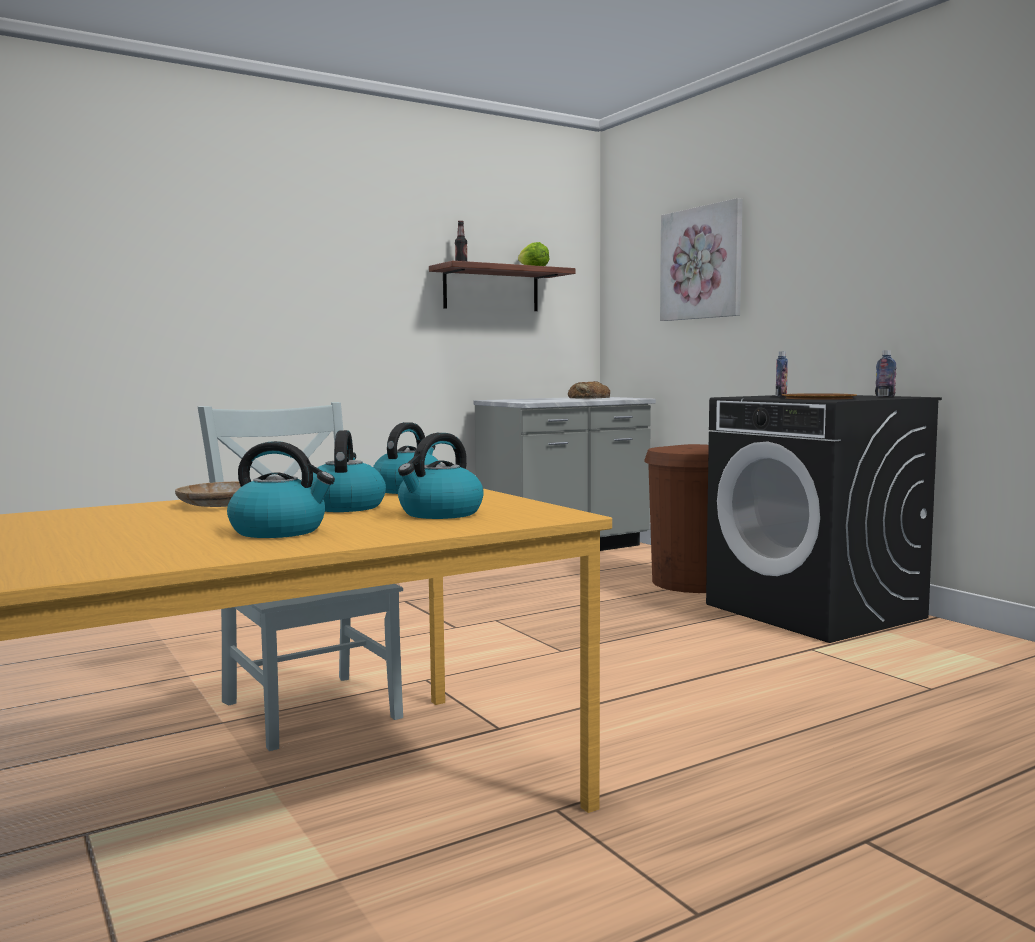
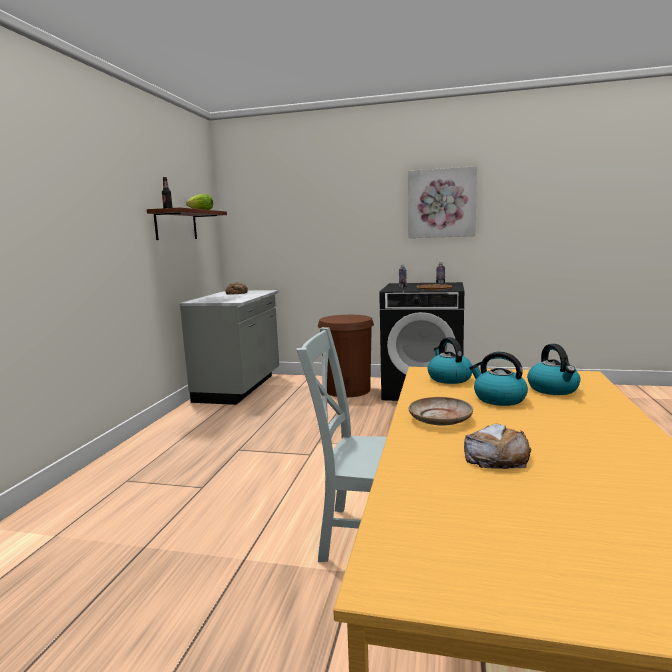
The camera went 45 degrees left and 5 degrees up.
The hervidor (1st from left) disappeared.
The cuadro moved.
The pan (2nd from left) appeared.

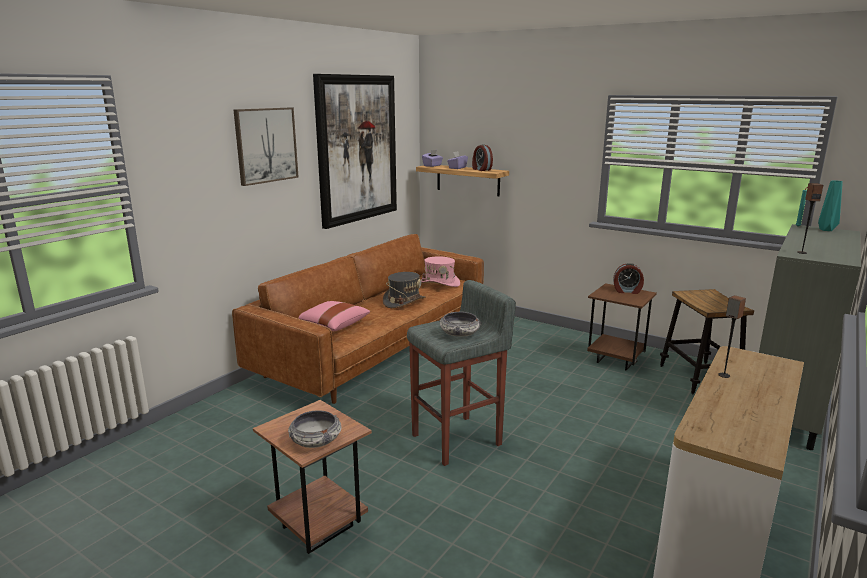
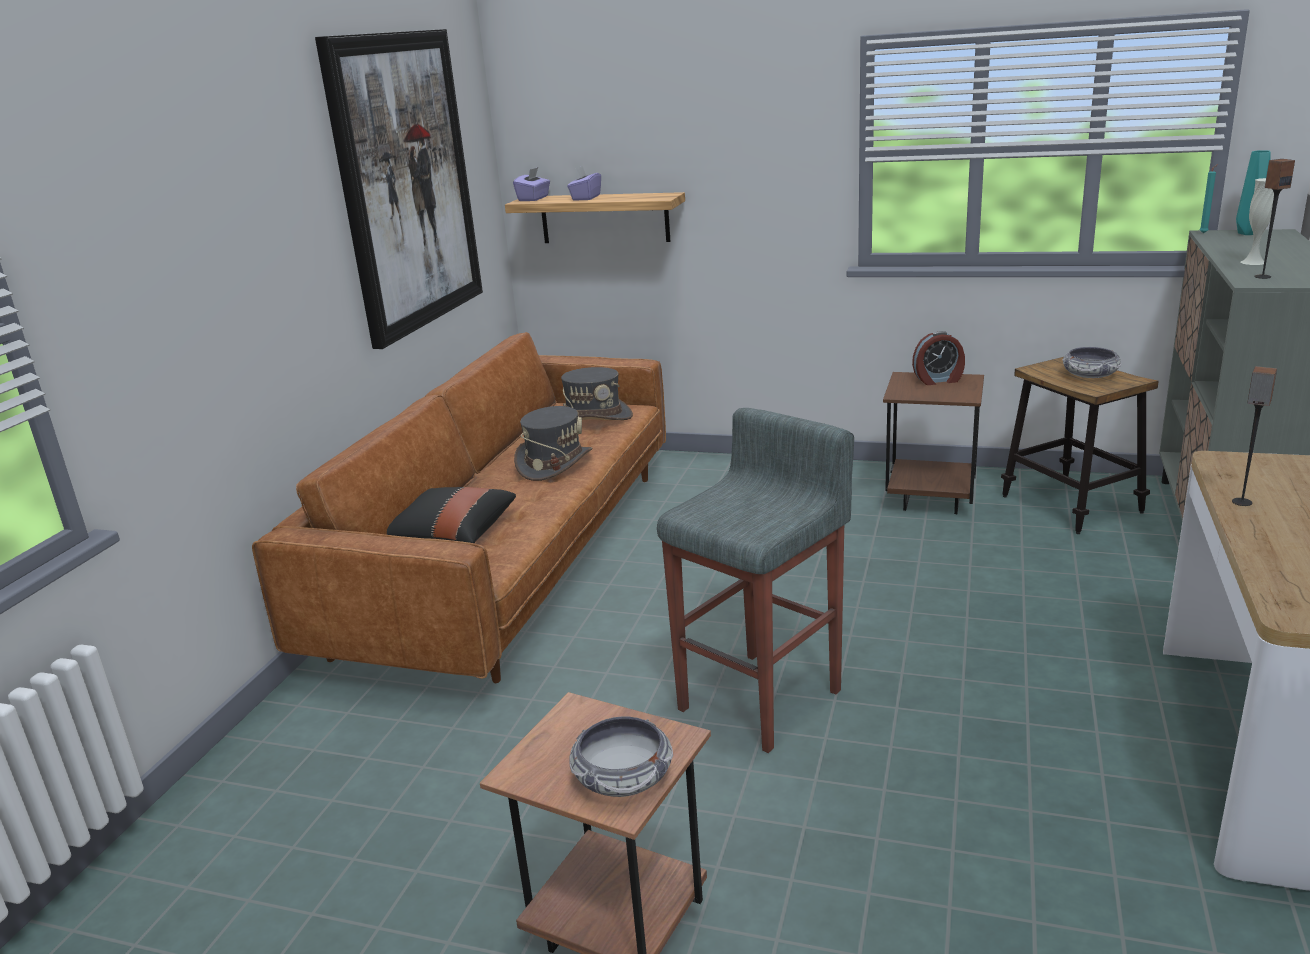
The camera went 15 degrees left and 5 degrees up.
The cuadro (1st from left) disappeared.
The cojín [rosa] became the cojín [negro].
The sombrero [rosa] became the sombrero [gris] (2nd from left).
The cuenco (2nd from left) moved.
The despertador (1st from left) disappeared.
The florero [blanco] appeared.

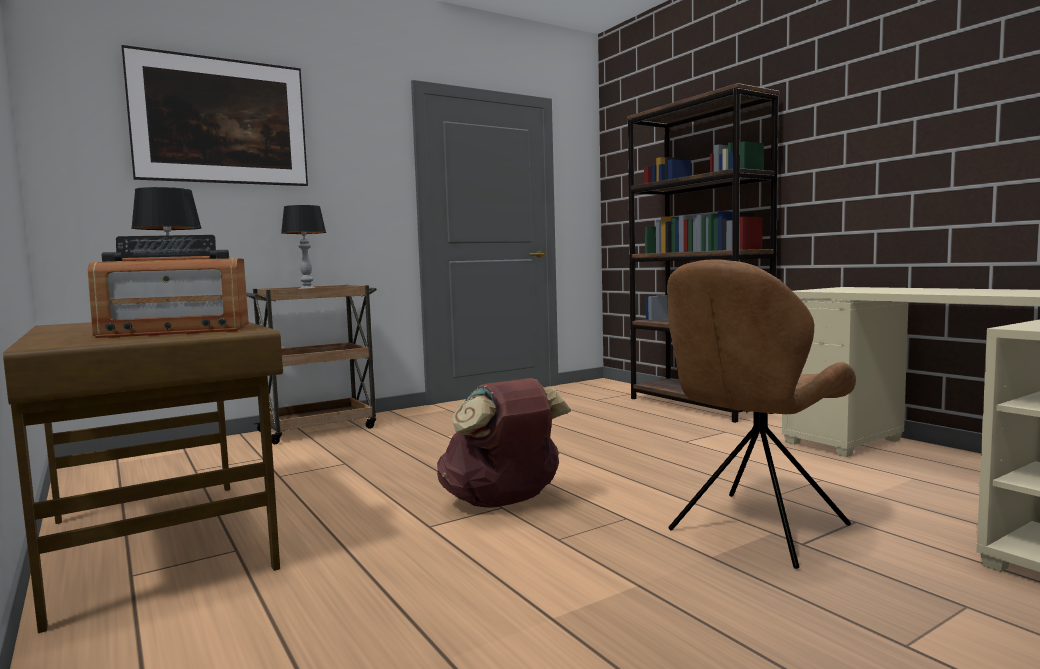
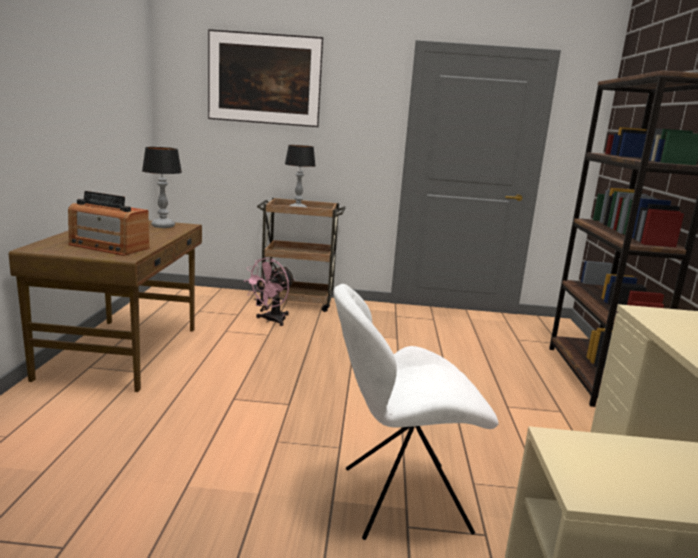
The camera went 35 degrees right and 10 degrees up.
The mochila [marrón] disappeared.
The silla [marrón] became the silla [blanco].
The ventilador [rosa] appeared.

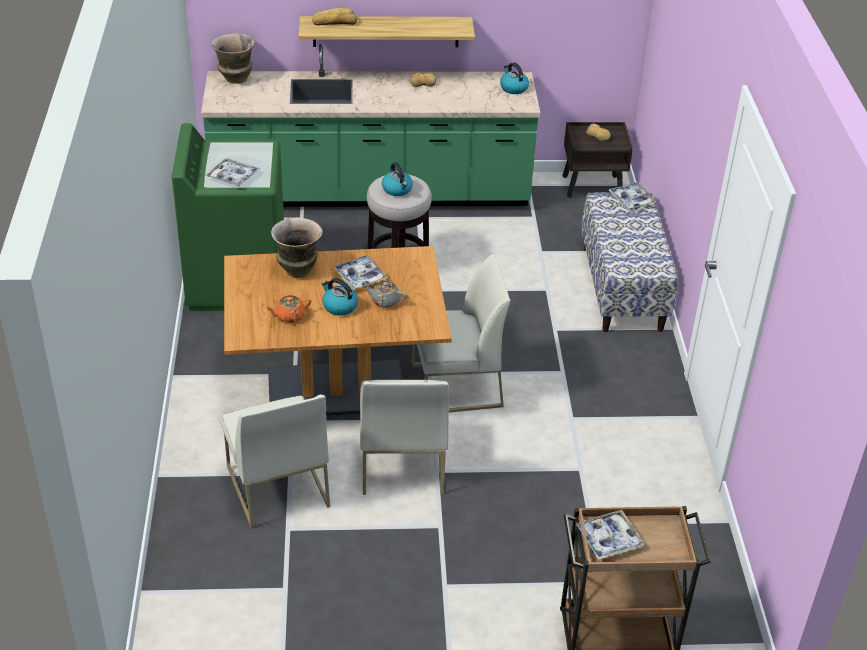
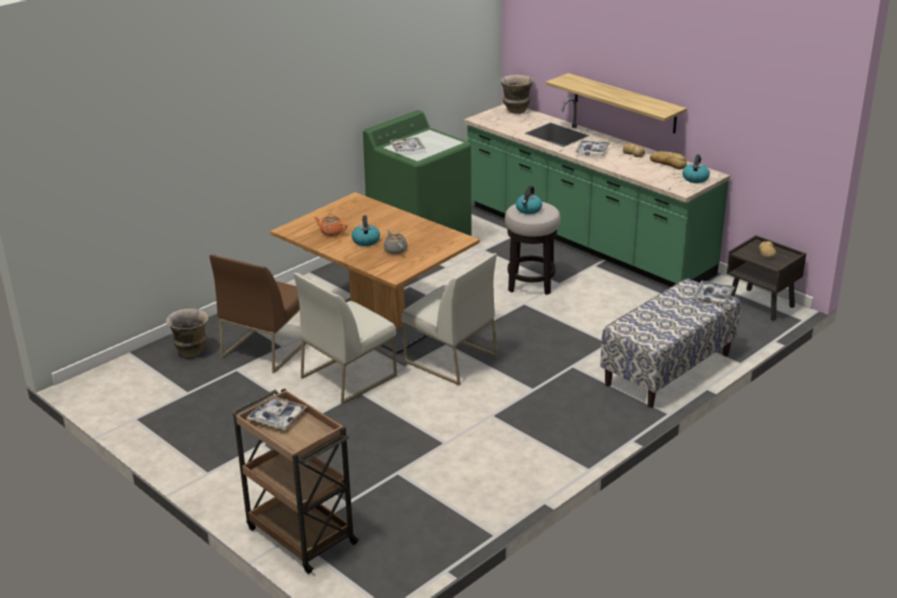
The camera went 50 degrees right and 10 degrees down.
The silla [blanco] (1st from left) became the silla [marrón].
The florero (2nd from left in the first image) moved.
The pan (1st from left in the first image) moved.
The bandeja (2nd from left in the first image) moved.

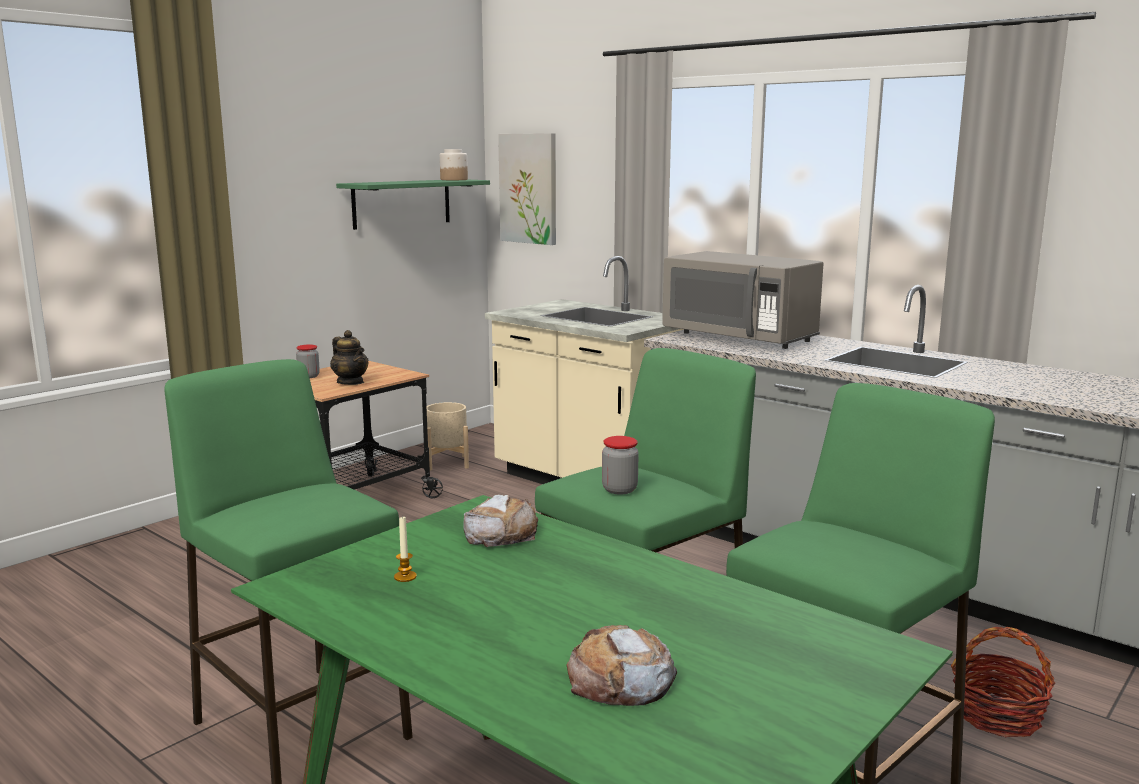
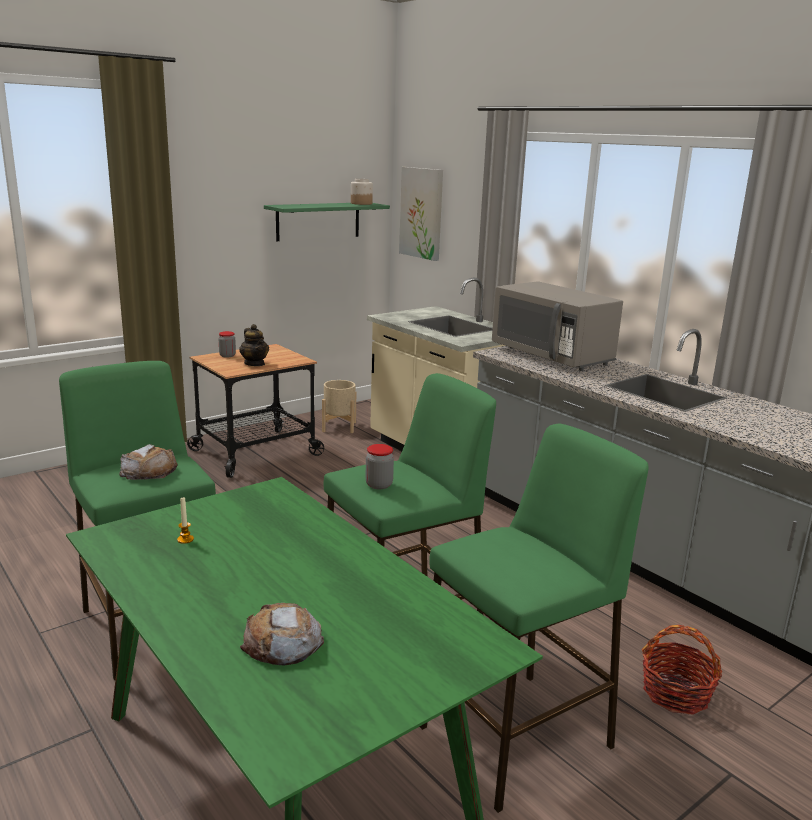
The camera went 10 degrees right and 5 degrees up.
The pan (1st from left) moved.

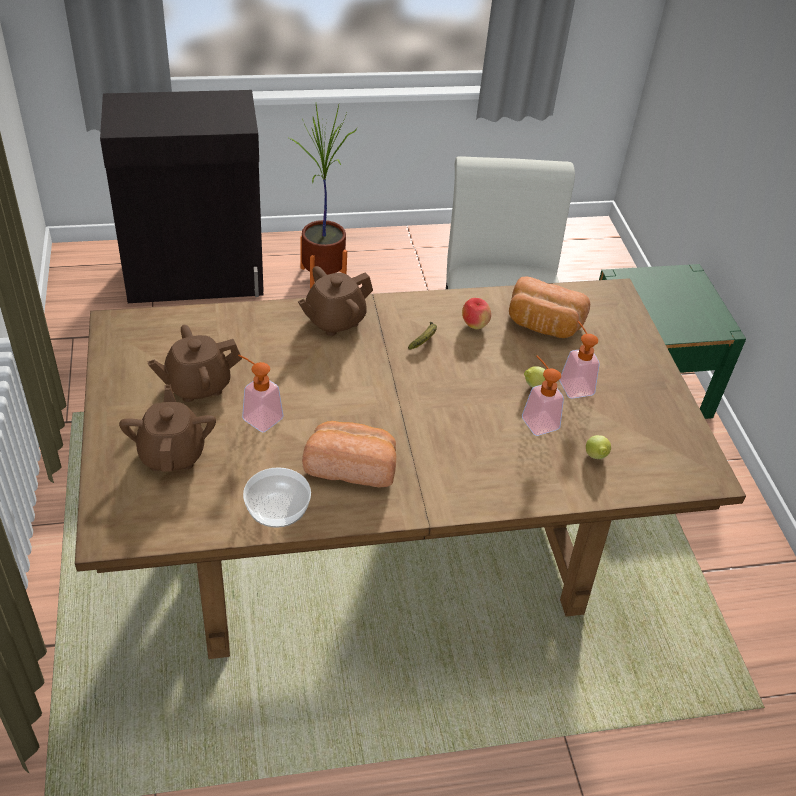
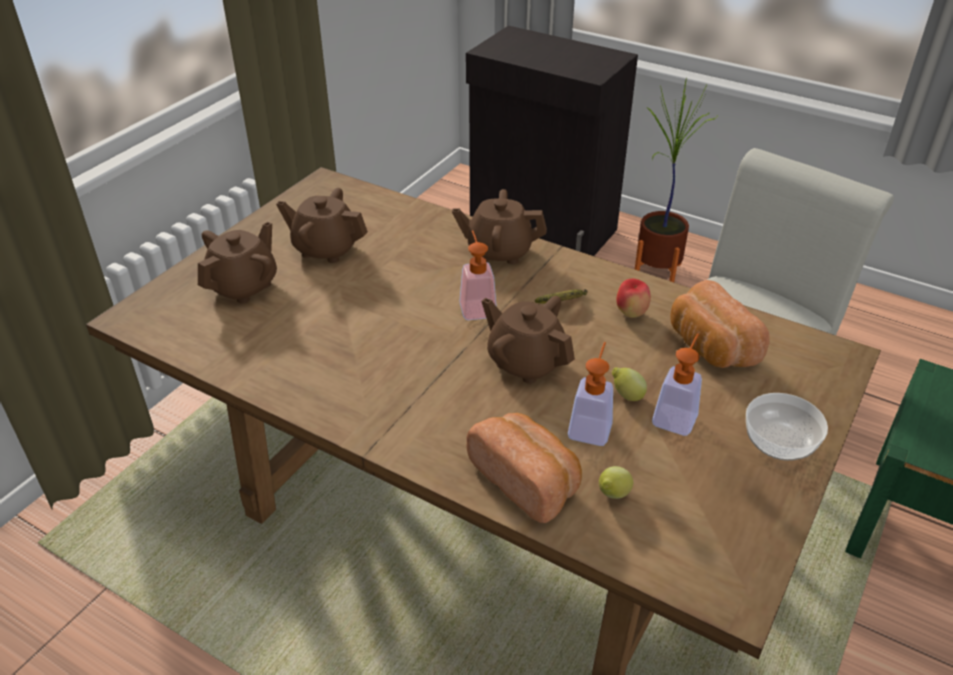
The camera went 45 degrees right and 5 degrees down.
The dispensador de jabón (1st from left) moved.
The cuenco moved.
The pan (1st from left) moved.
The tetera [marrón] (4th from left) appeared.

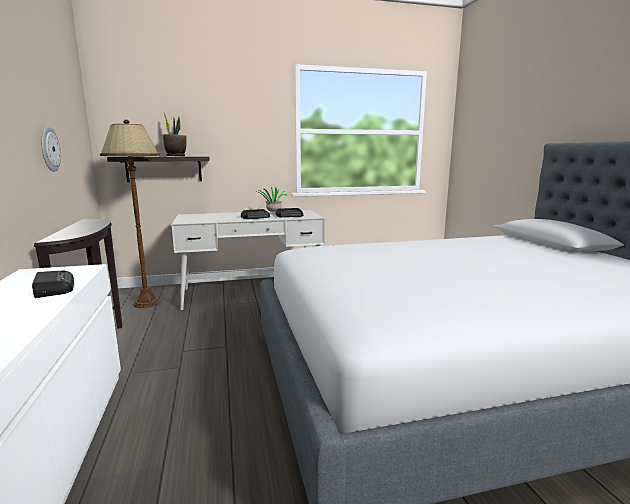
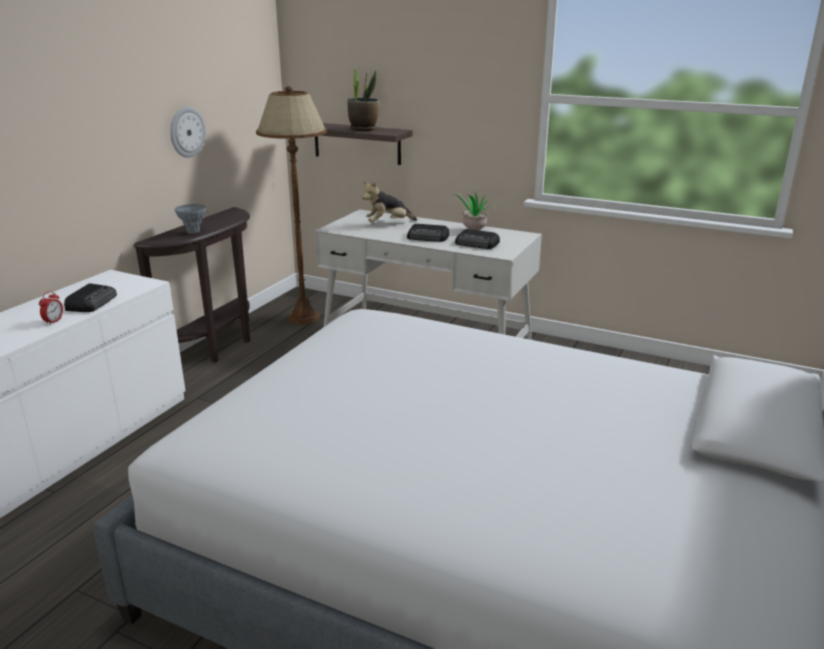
The camera went 40 degrees right and 10 degrees up.
The despertador appeared.
The florero [gris] appeared.
The peluche appeared.

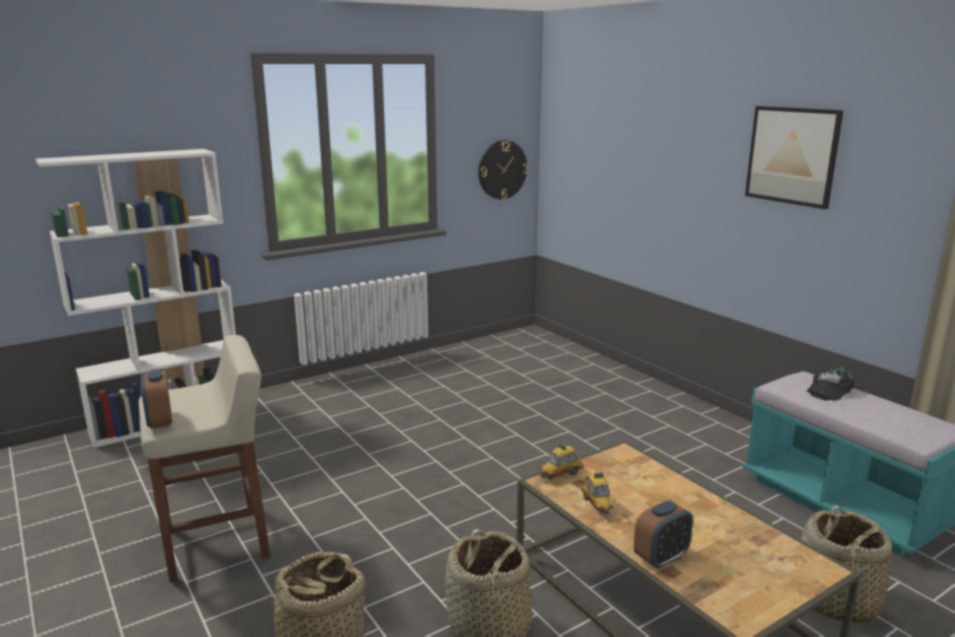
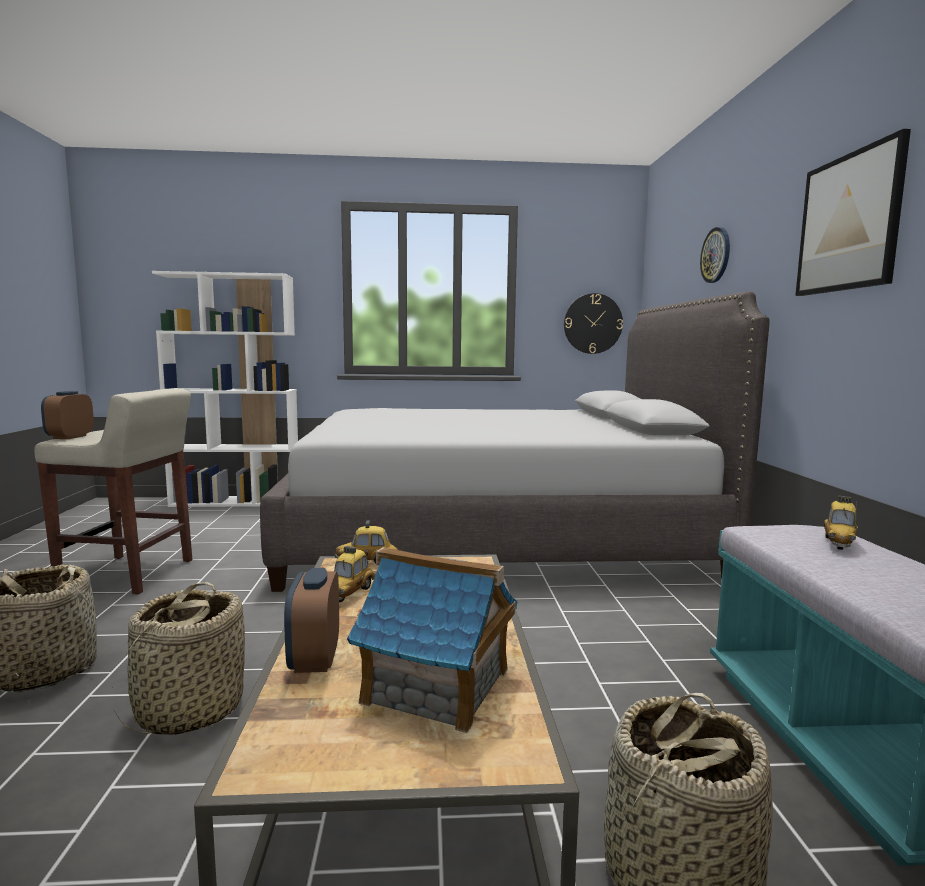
The camera went 30 degrees right and 10 degrees down.
The despertador (2nd from left) turned 90 degrees clockwise.
The gorra [negro] was replaced by the coche de juguete (3rd from left).
The cama [gris] appeared.
The casita appeared.
The reloj de pared (2nd from left) appeared.

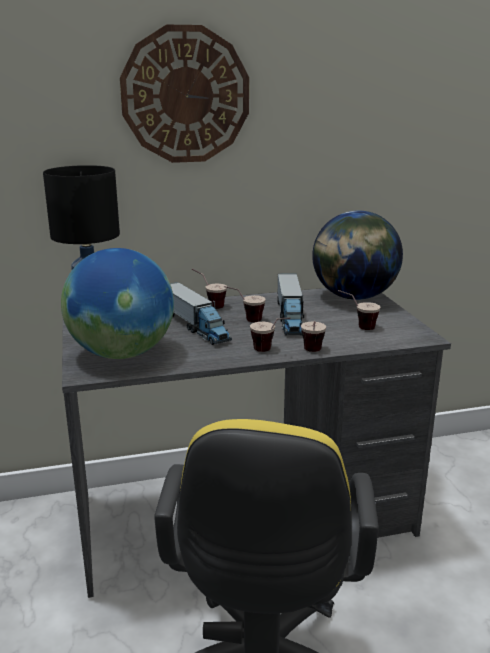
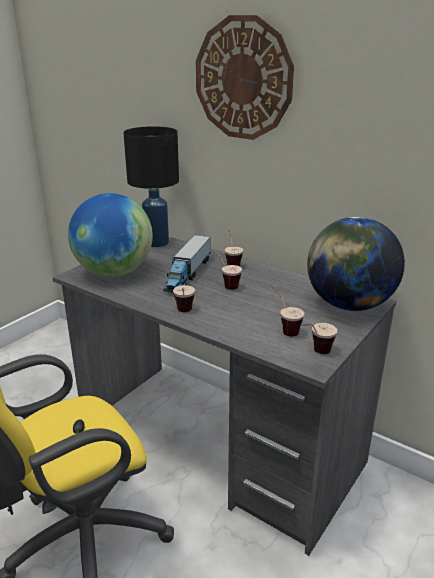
The camera went 50 degrees right and 5 degrees up.
The camión de juguete (2nd from left) disappeared.
The taza (4th from left in the first image) moved.

